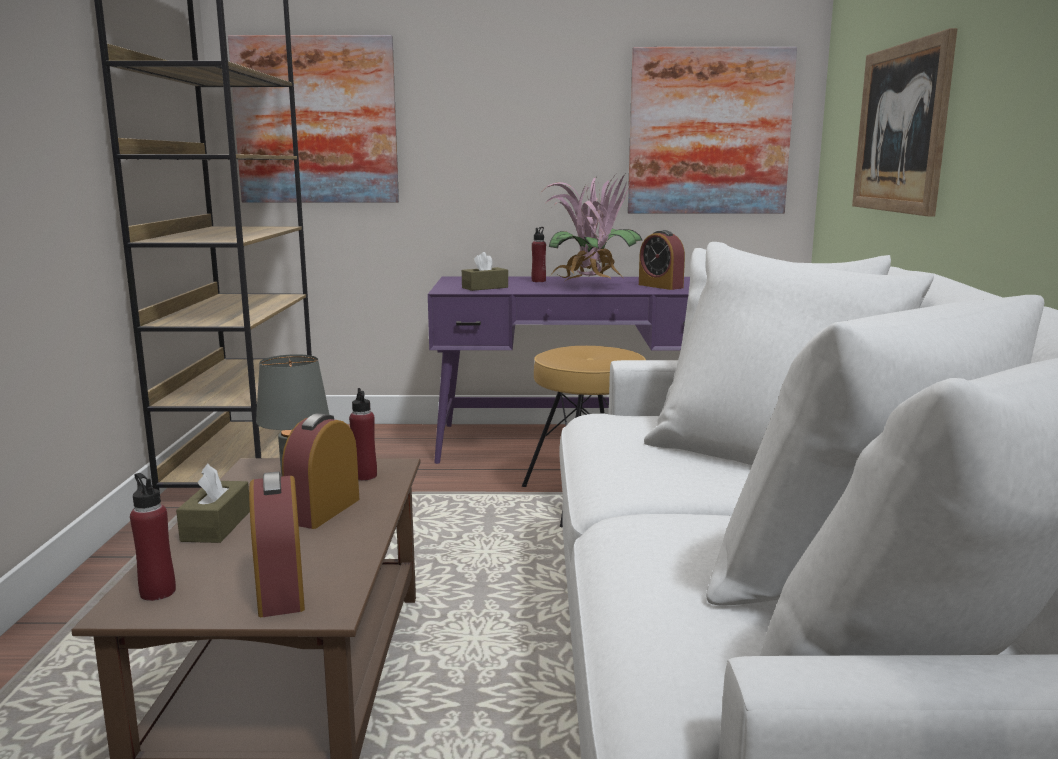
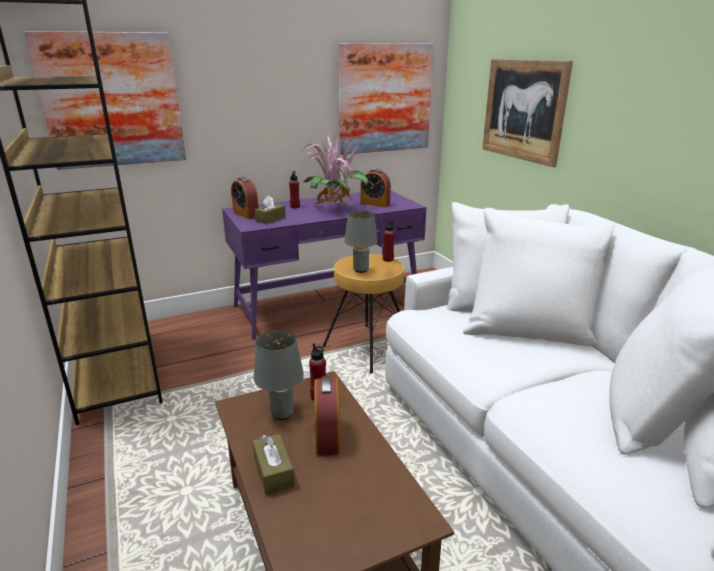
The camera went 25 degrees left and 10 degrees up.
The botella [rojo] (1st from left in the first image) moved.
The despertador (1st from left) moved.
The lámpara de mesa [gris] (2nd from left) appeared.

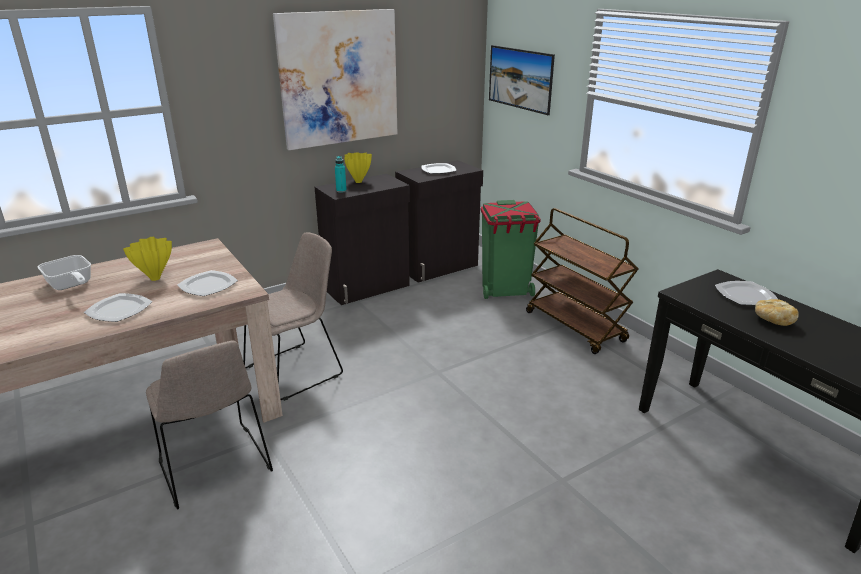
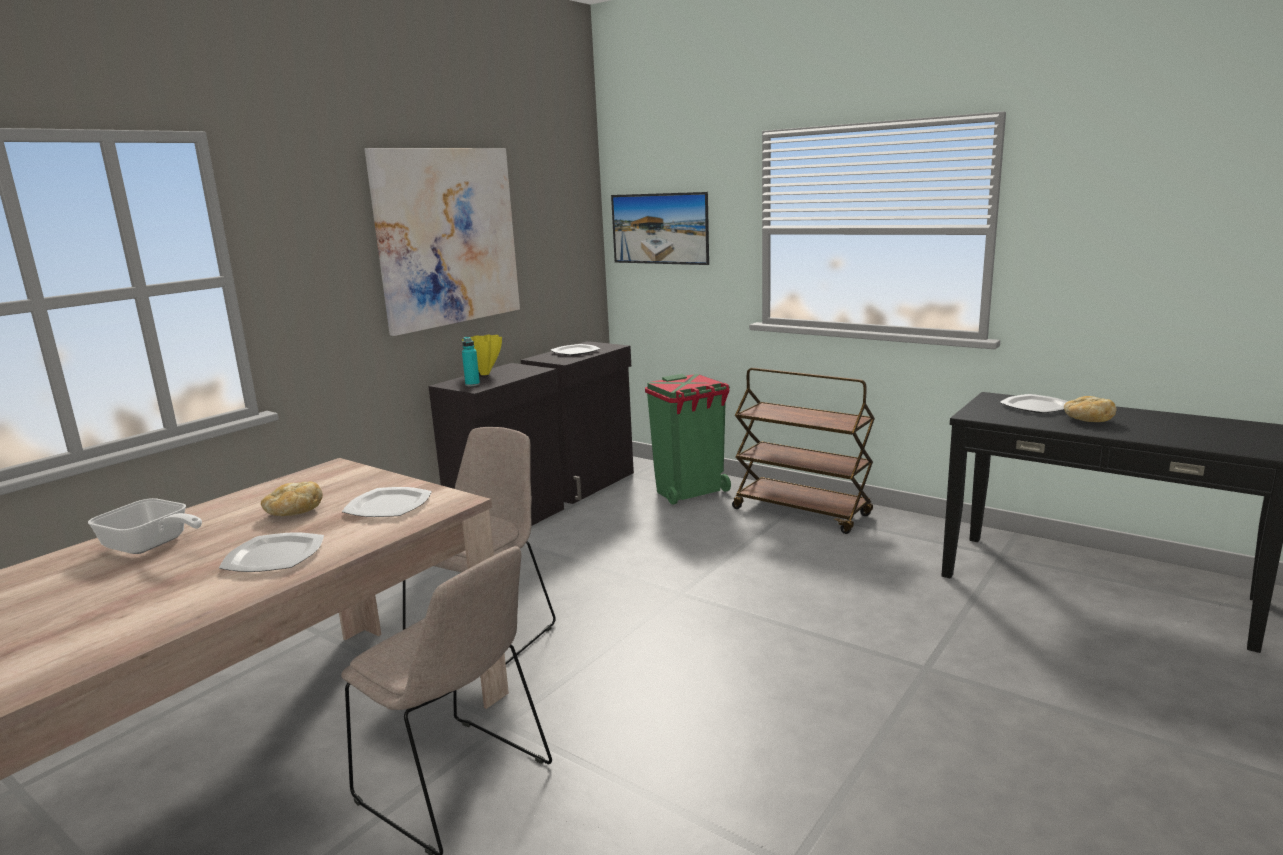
The camera went 20 degrees left and 10 degrees down.
The florero [amarillo] (1st from left) was replaced by the pan (1st from left).

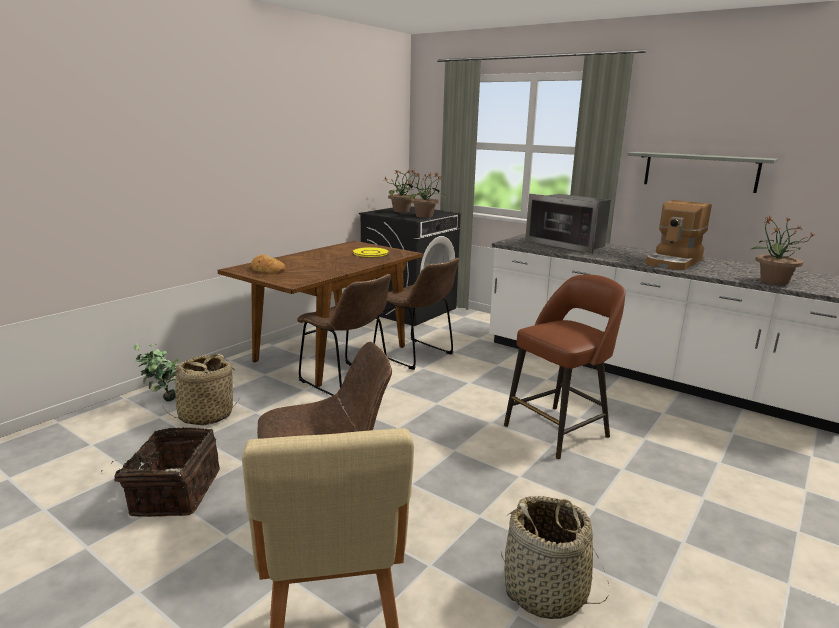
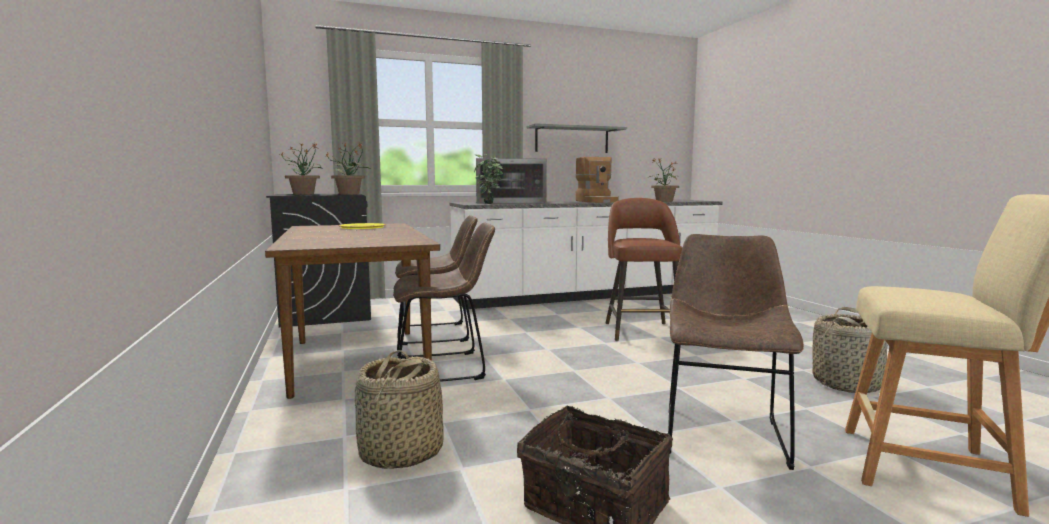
The camera went 55 degrees left and 10 degrees down.
The planta en maceta (1st from left in the first image) moved.
The pan disappeared.

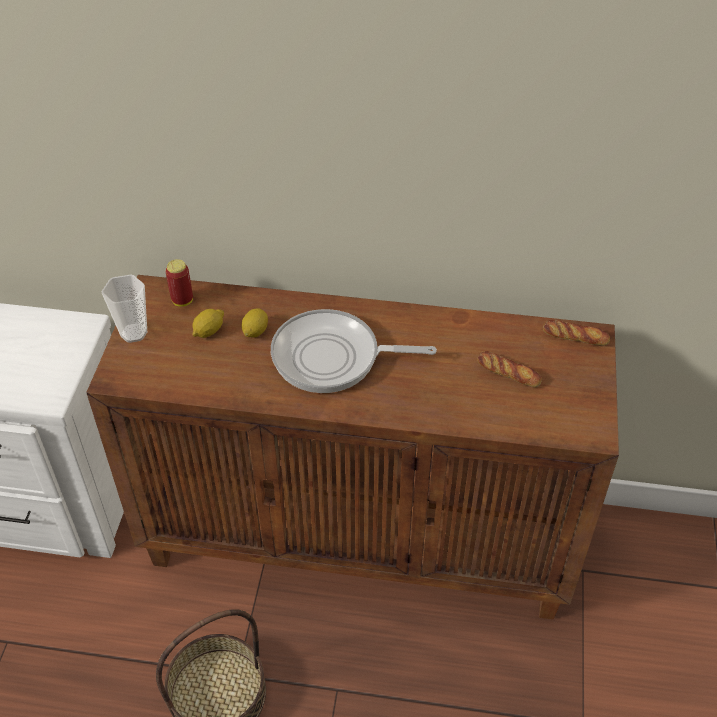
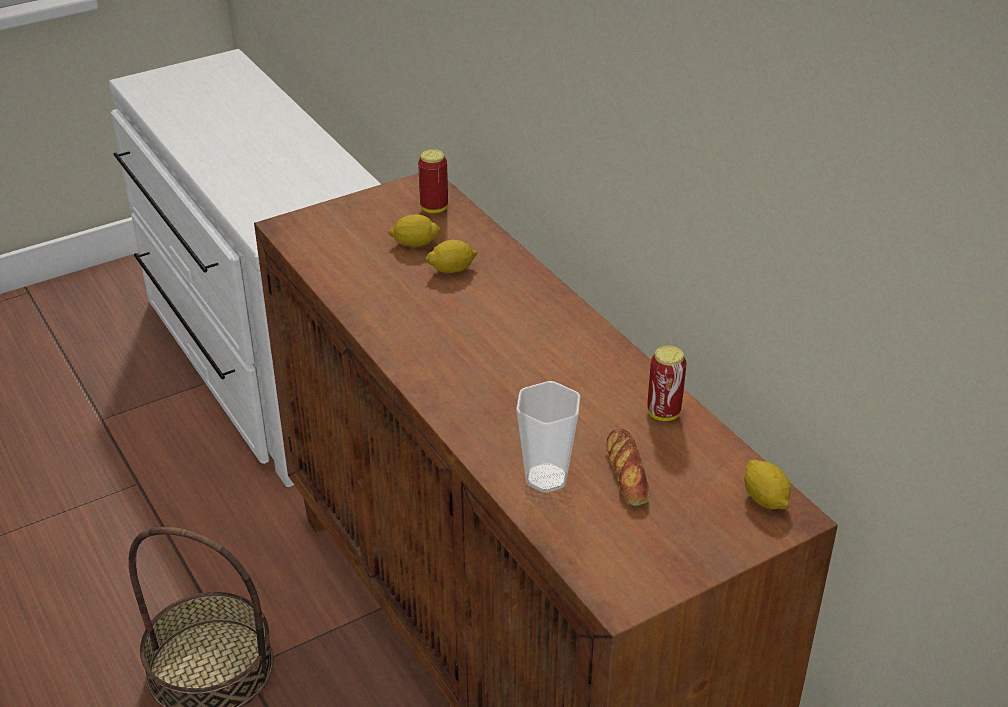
The camera went 50 degrees right and 10 degrees down.
The taza moved.
The sartén disappeared.
The pan (2nd from left) was replaced by the limón (3rd from left).
The lata (2nd from left) appeared.

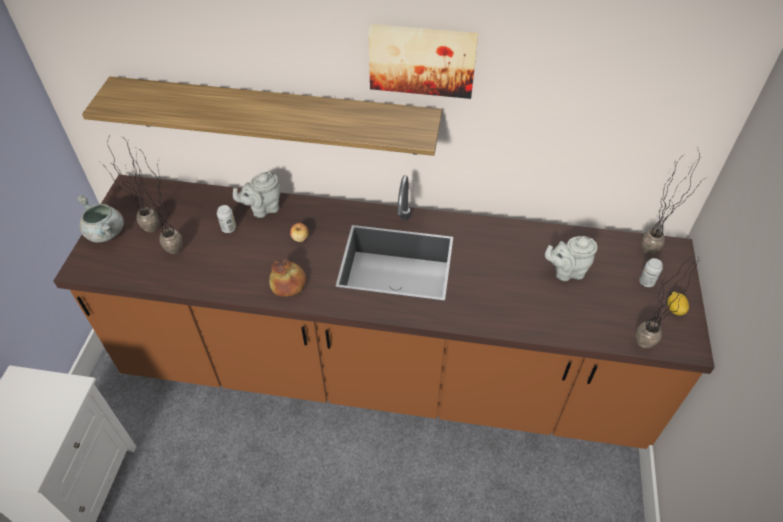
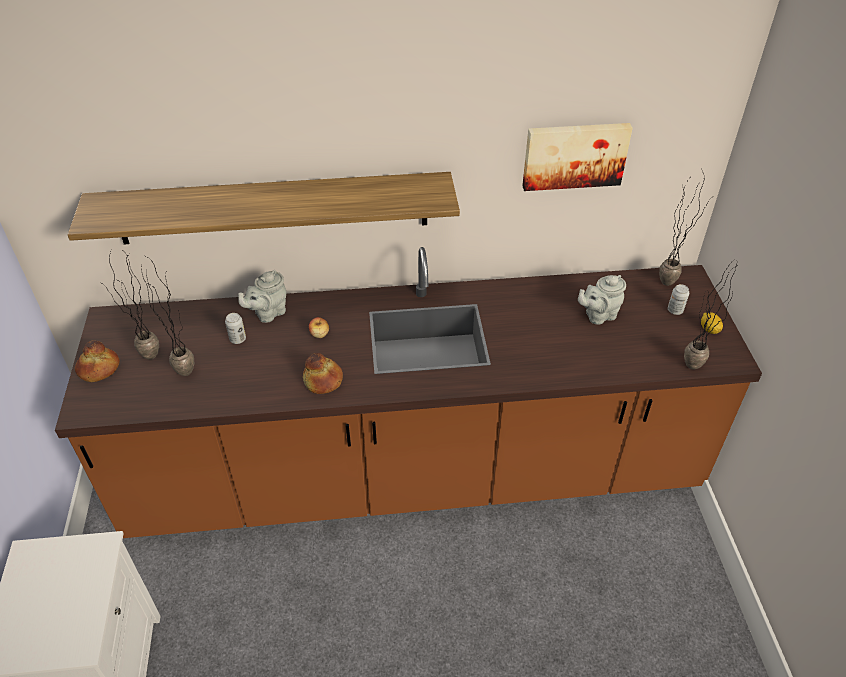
The camera went 15 degrees left and 5 degrees down.
The olla [gris] was replaced by the pan (1st from left).
The cuadro moved.

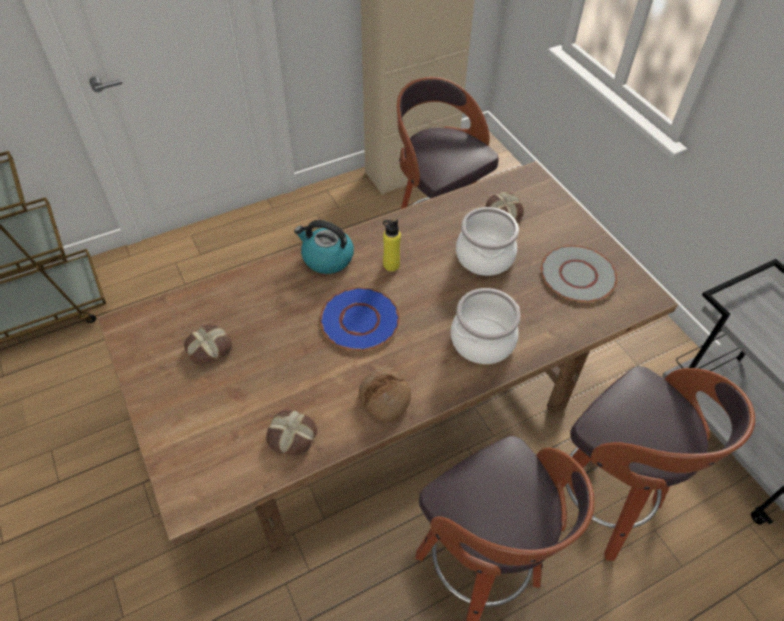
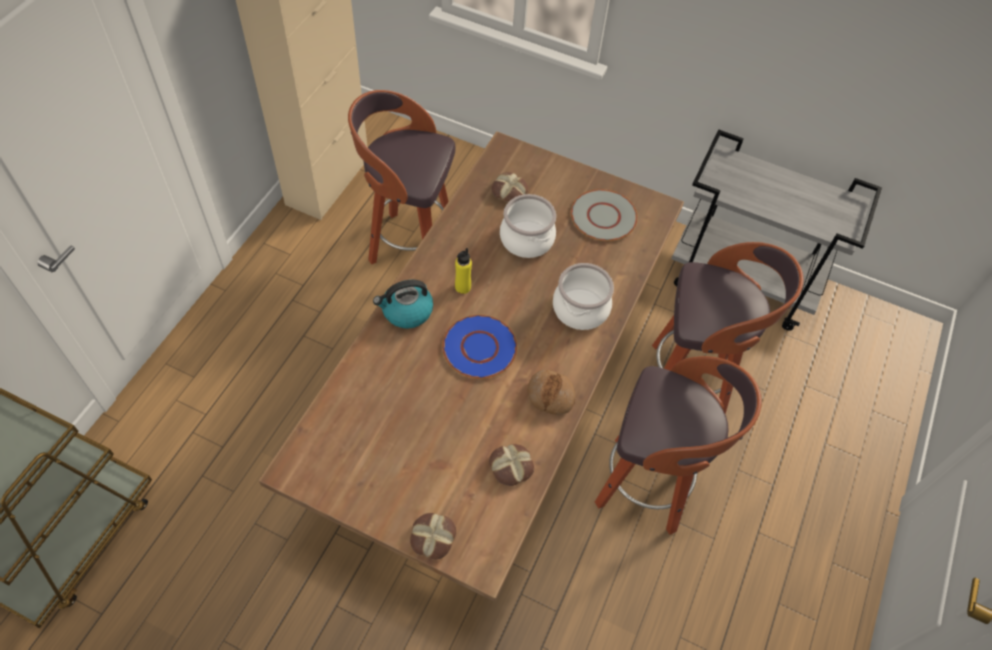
The camera went 40 degrees left and 5 degrees up.
The pan (1st from left) moved.

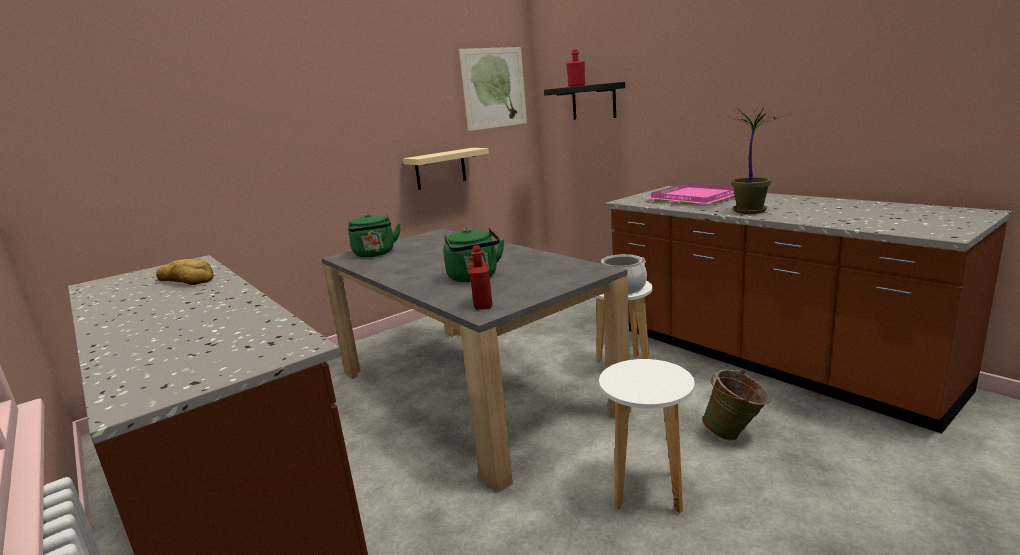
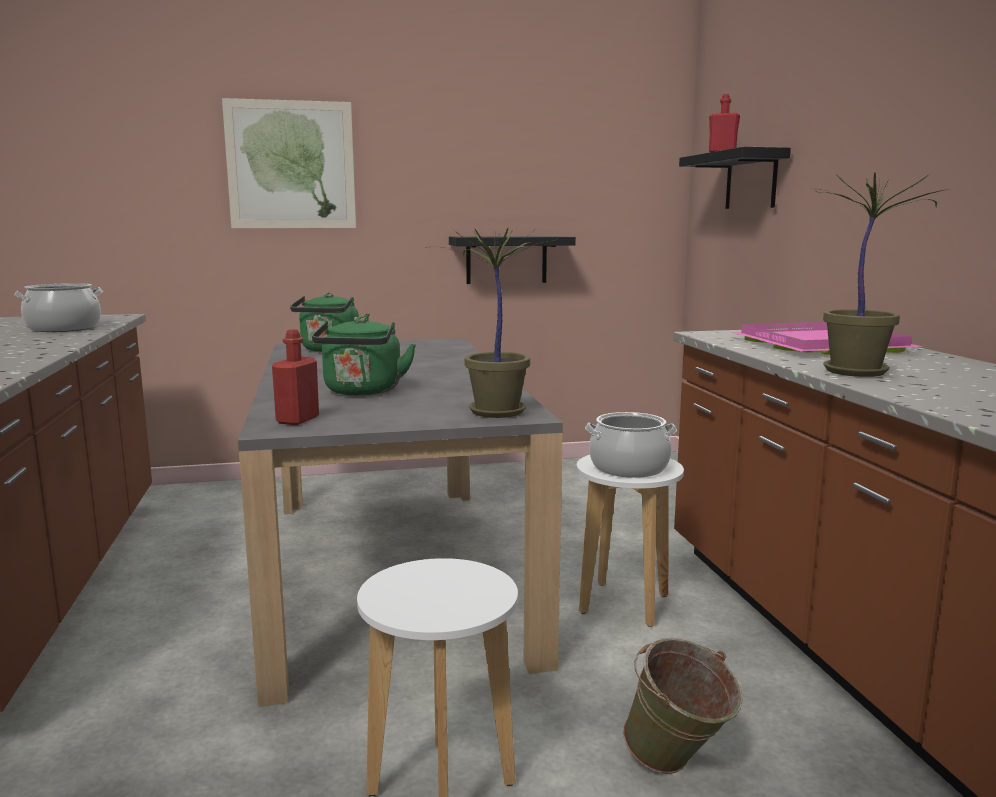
The camera went 25 degrees right and 5 degrees down.
The pan was replaced by the olla (1st from left).
The estante [beis] became the estante [negro] (1st from left).
The cuadro moved.
The planta en maceta (1st from left) appeared.

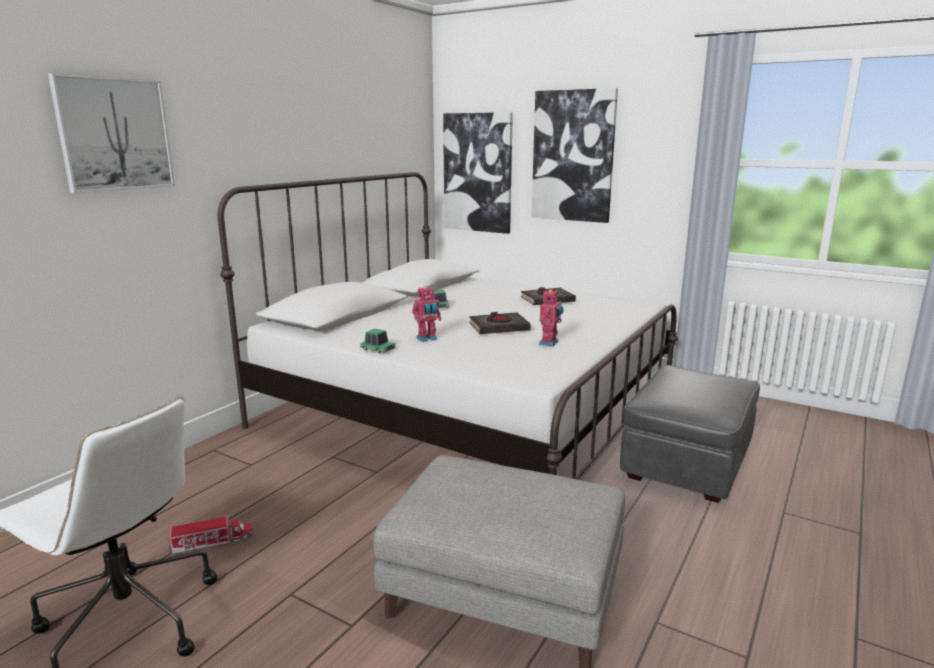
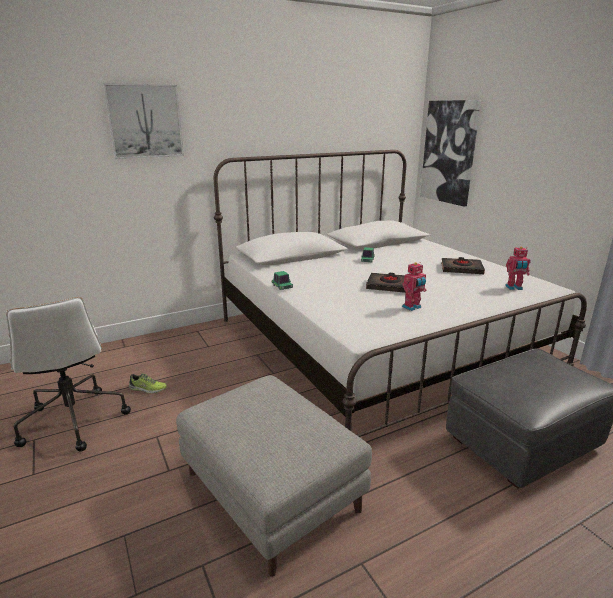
The camera went 30 degrees right and 5 degrees up.
The camión de juguete was replaced by the zapato.
The robot de juguete (1st from left in the first image) moved.
The cuadro (3rd from left) disappeared.

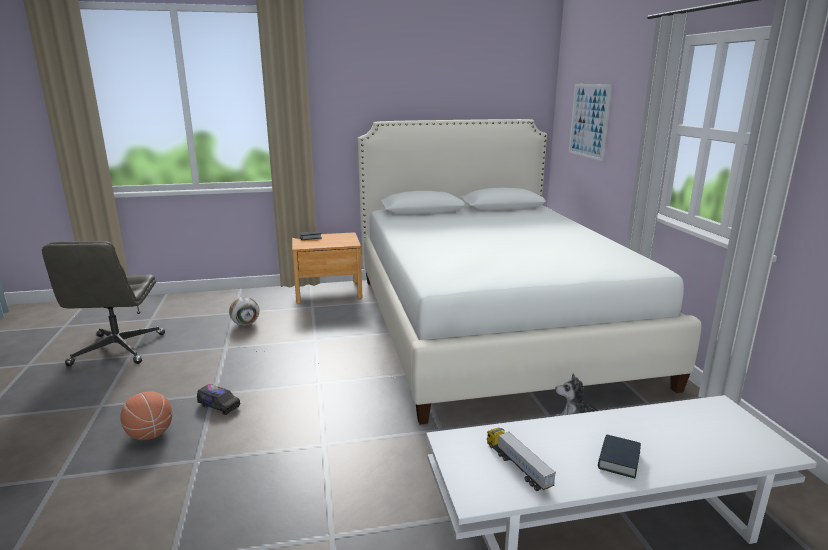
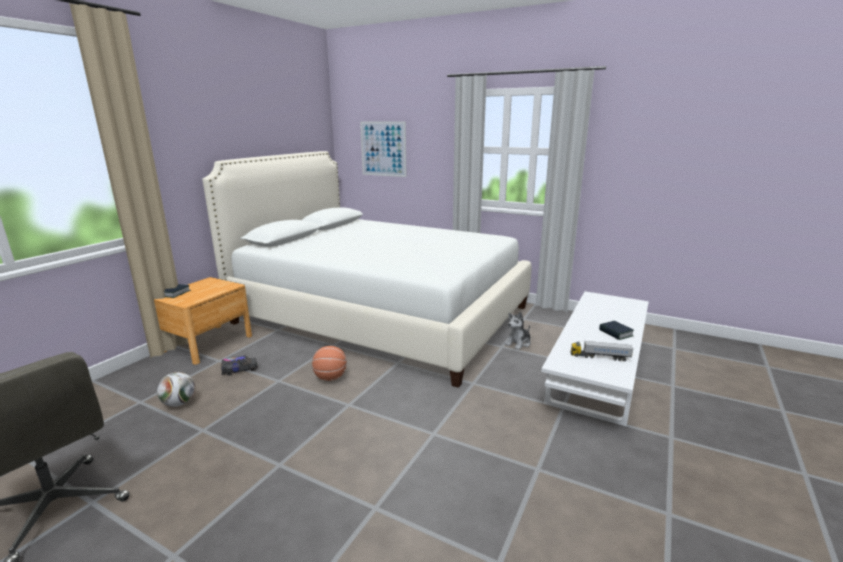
The camera went 50 degrees left and 0 degrees up.
The balón de baloncesto moved.
The camión de juguete (1st from left) moved.

